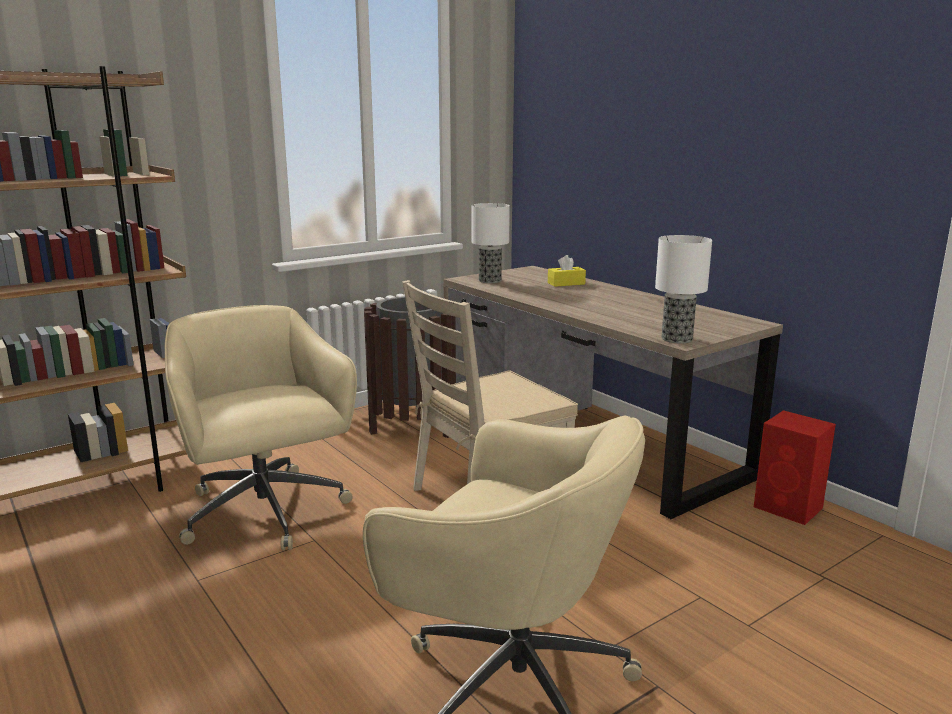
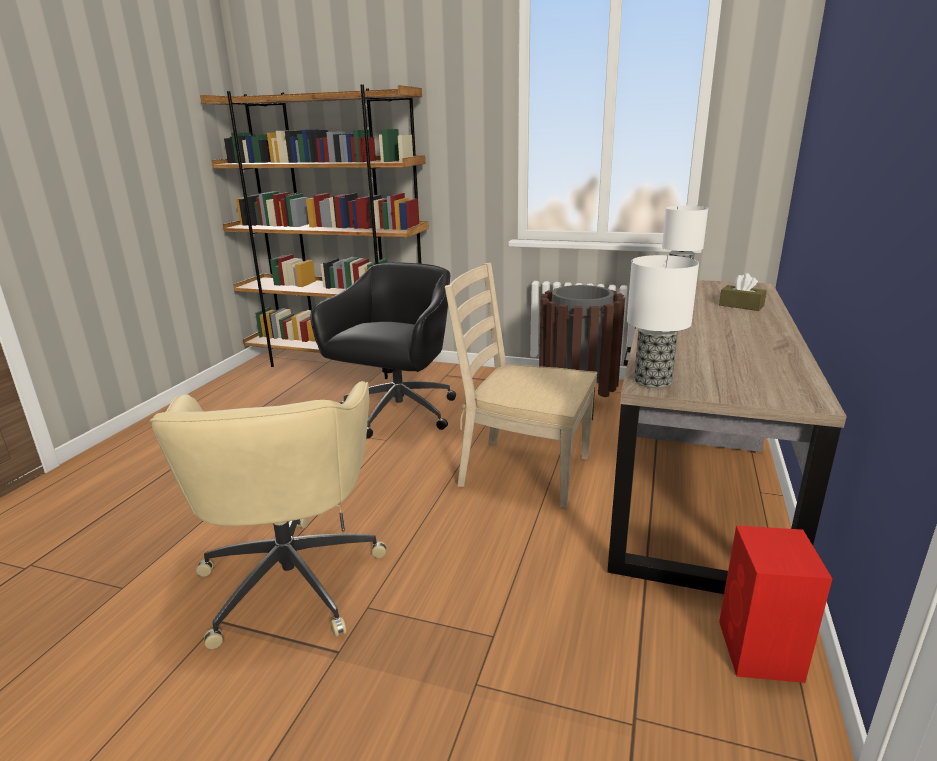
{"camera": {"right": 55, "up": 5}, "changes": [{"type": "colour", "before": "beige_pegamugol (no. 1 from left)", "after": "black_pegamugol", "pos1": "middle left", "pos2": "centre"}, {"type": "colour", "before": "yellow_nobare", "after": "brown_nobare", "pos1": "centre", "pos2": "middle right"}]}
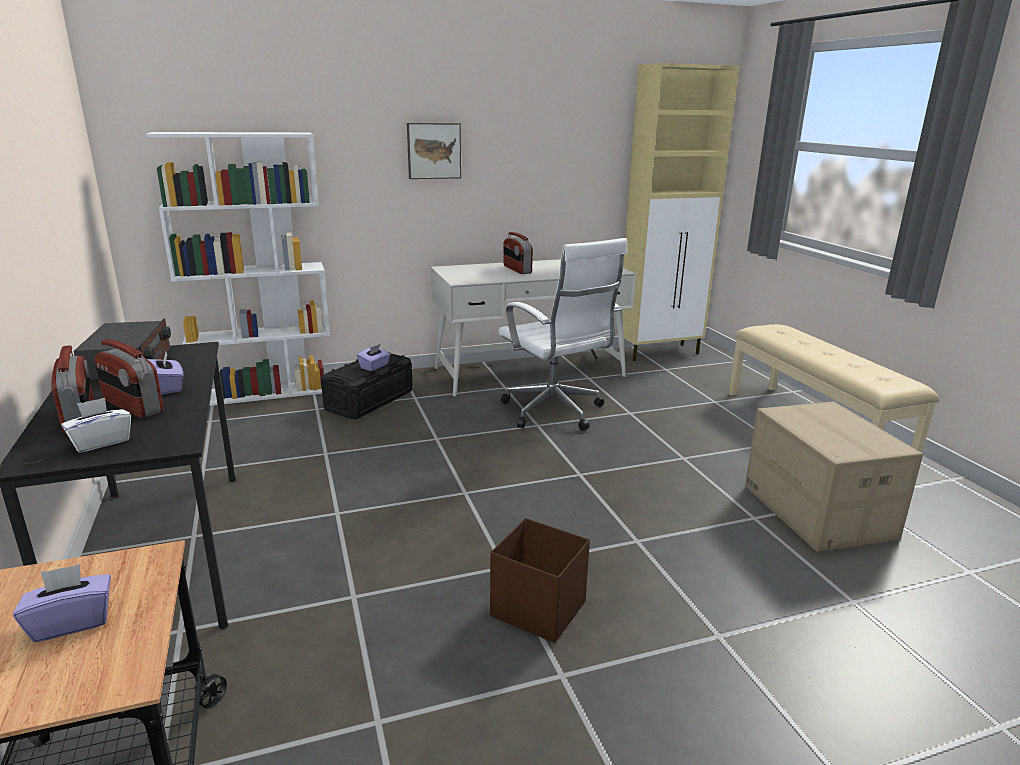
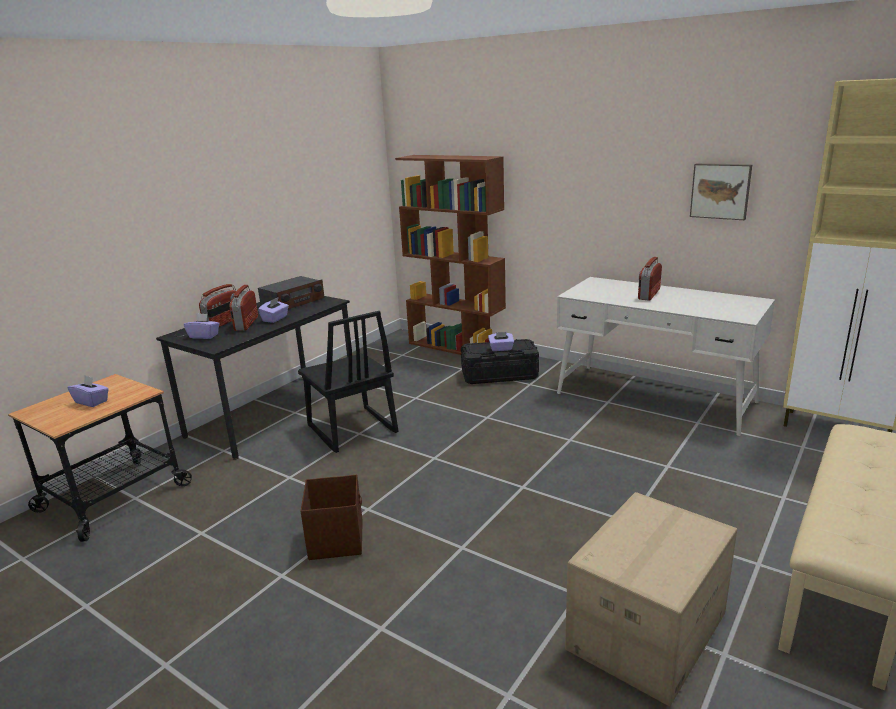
{"camera": {"right": 55, "up": 0}, "changes": [{"type": "colour", "before": "white_nobare", "after": "purple_nobare (no. 2 from left)", "pos1": "middle left", "pos2": "middle left"}, {"type": "colour", "before": "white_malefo", "after": "brown_malefo", "pos1": "middle left", "pos2": "centre"}, {"type": "relocated", "before": "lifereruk", "pos1": "top centre", "pos2": "top right"}, {"type": "missing", "before": "white_pegamugol", "pos1": "centre"}, {"type": "appeared", "after": "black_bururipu", "pos2": "centre"}]}
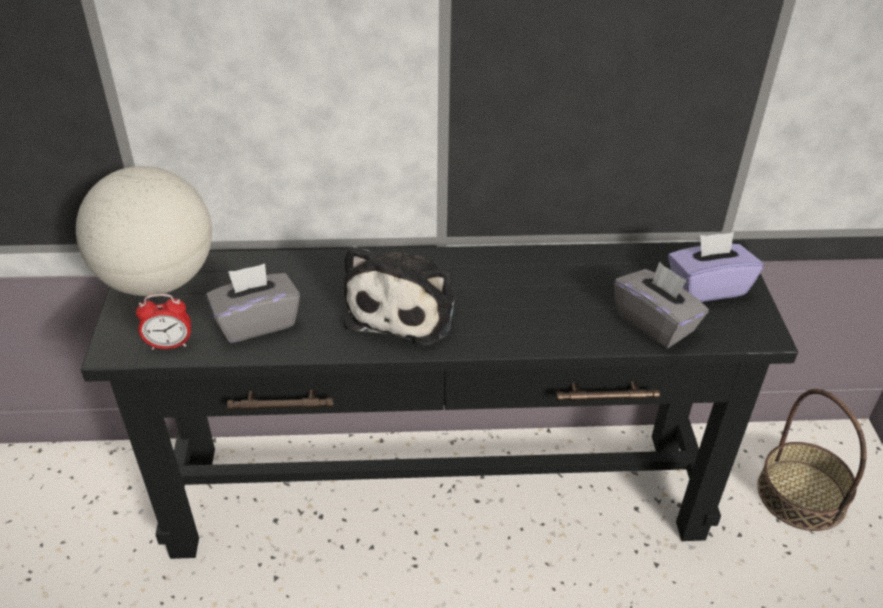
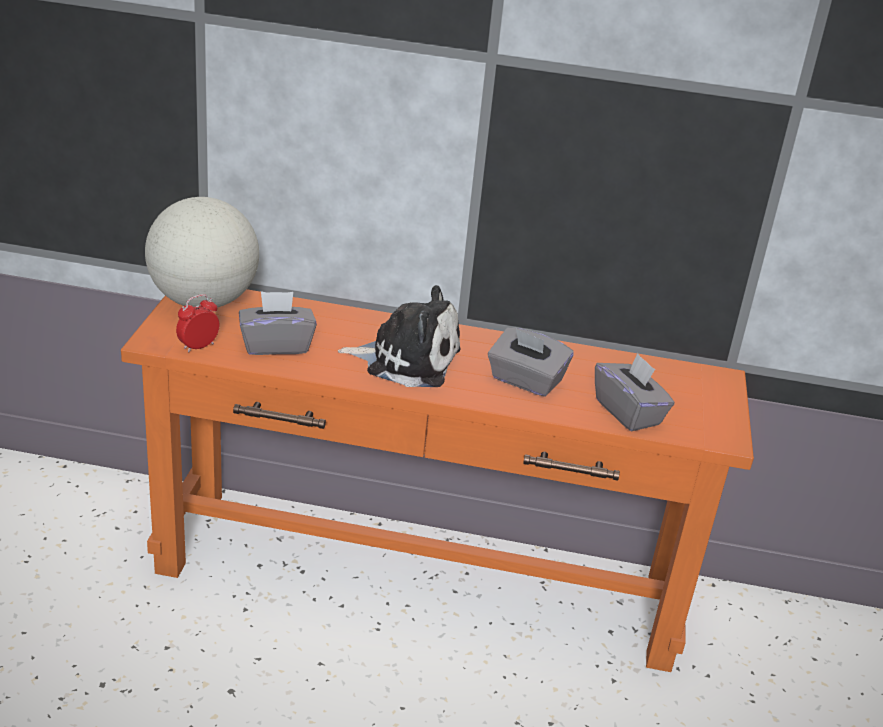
{"camera": {"right": 10, "up": -10}, "changes": [{"type": "colour", "before": "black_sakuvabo", "after": "orange_sakuvabo", "pos1": "centre", "pos2": "centre"}, {"type": "spun", "before": "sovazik", "pos1": "middle left", "pos2": "middle left", "turn": 135}, {"type": "spun", "before": "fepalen", "pos1": "centre", "pos2": "centre", "turn": -105}, {"type": "missing", "before": "purple_nobare", "pos1": "middle right"}, {"type": "missing", "before": "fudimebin", "pos1": "bottom right"}, {"type": "appeared", "after": "grey_nobare (no. 2 from left)", "pos2": "centre"}]}
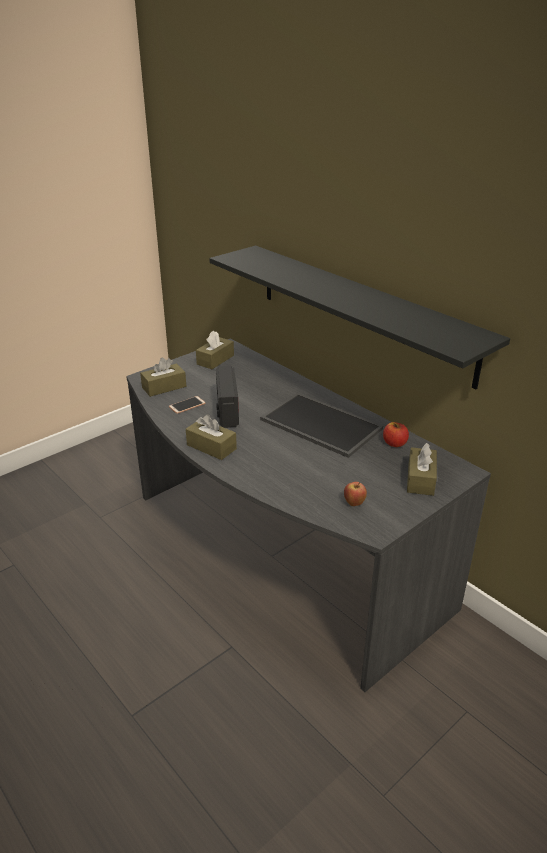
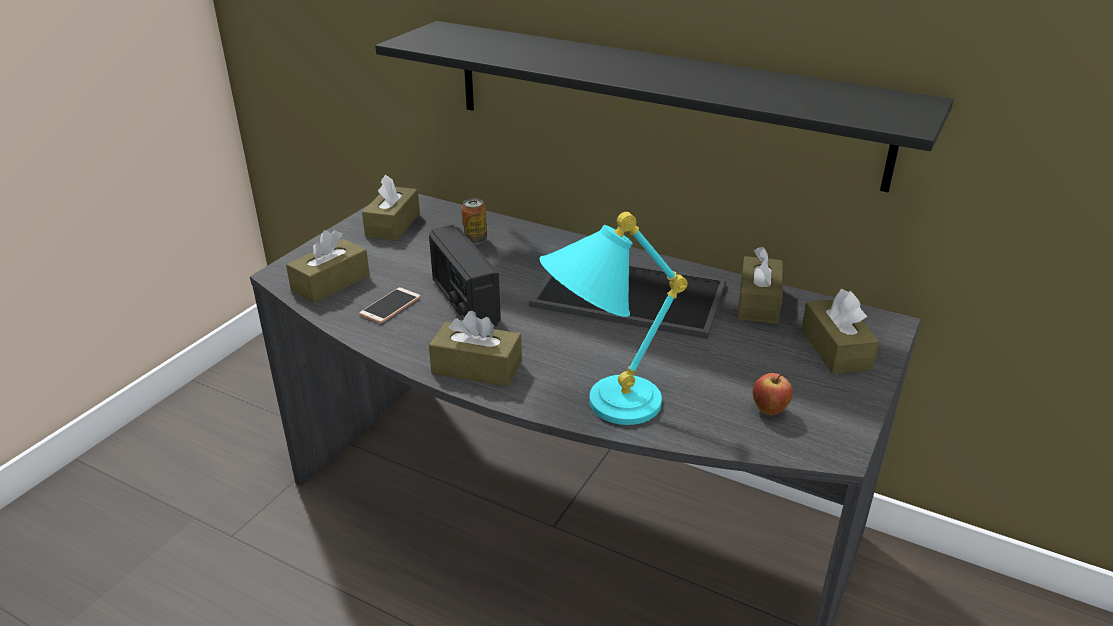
{"camera": {"right": -20, "up": 0}, "changes": [{"type": "exchanged", "before": "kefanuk (no. 2 from left)", "after": "brown_nobare (no. 4 from left)", "pos1": "middle right", "pos2": "middle right"}, {"type": "appeared", "after": "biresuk", "pos2": "centre"}, {"type": "appeared", "after": "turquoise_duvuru", "pos2": "centre"}]}
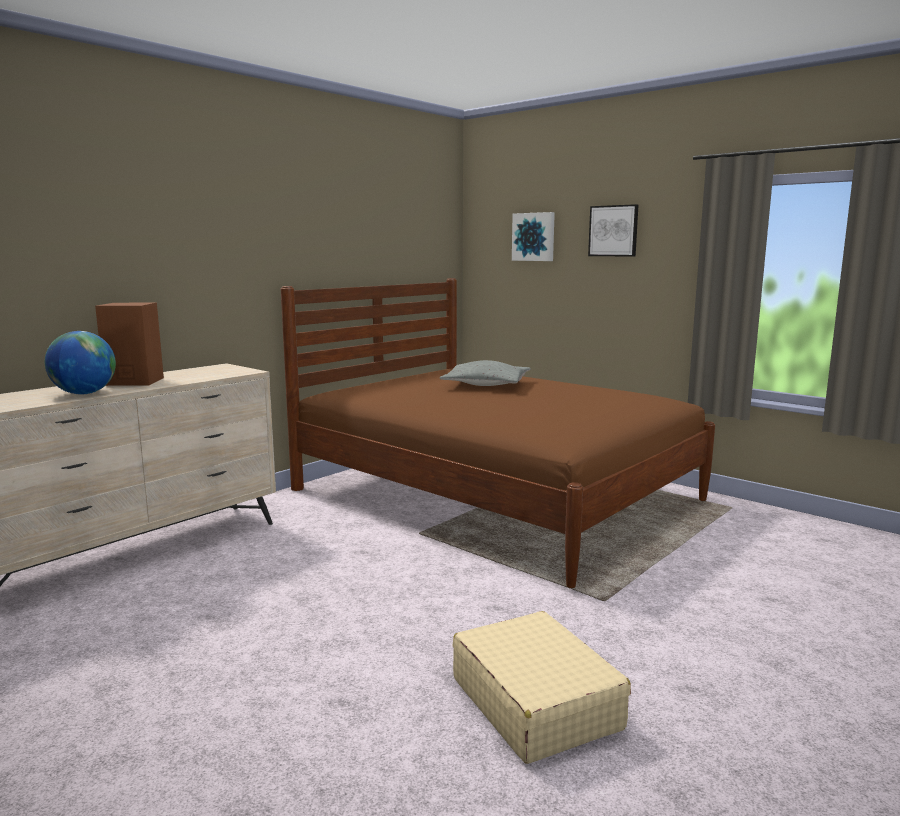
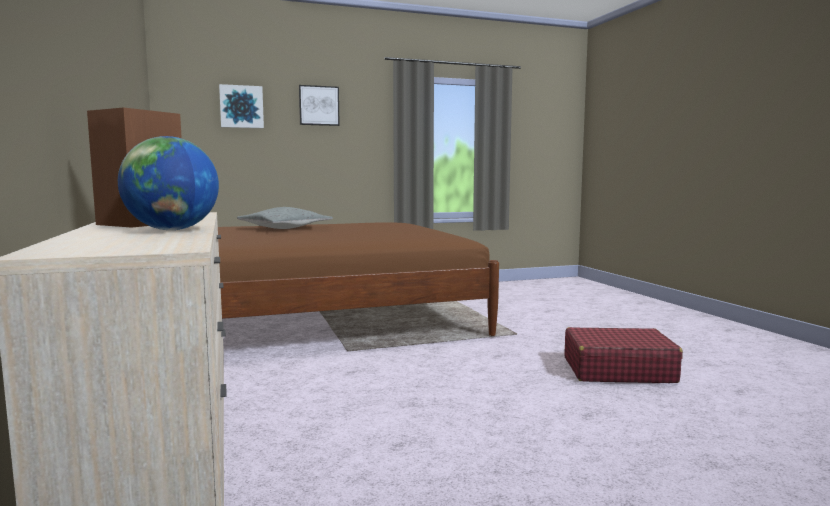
{"camera": {"right": -60, "up": -5}, "changes": [{"type": "colour", "before": "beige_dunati", "after": "red_dunati", "pos1": "bottom centre", "pos2": "bottom right"}]}
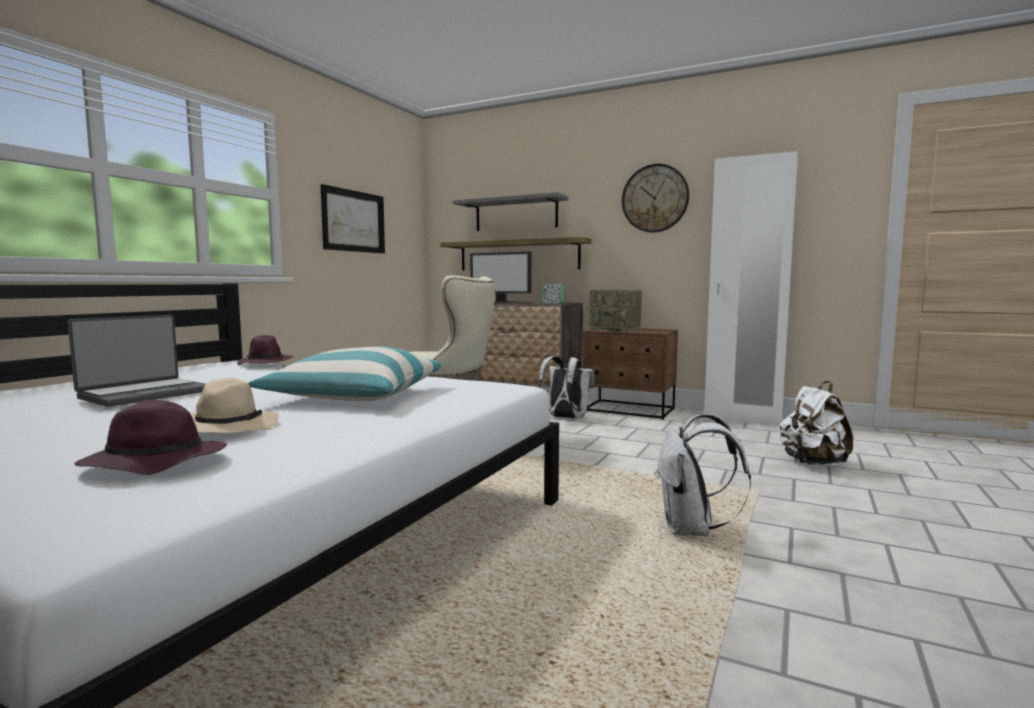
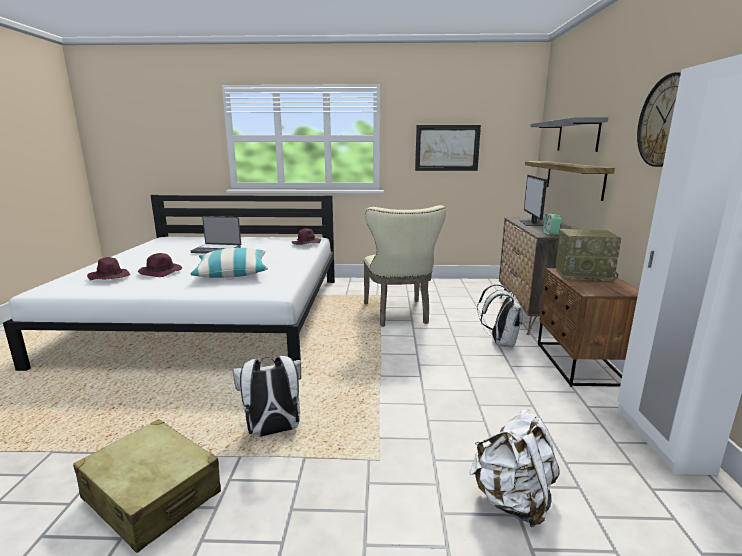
{"camera": {"right": 65, "up": 10}, "changes": [{"type": "colour", "before": "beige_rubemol", "after": "purple_rubemol (no. 2 from left)", "pos1": "middle left", "pos2": "middle left"}, {"type": "spun", "before": "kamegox", "pos1": "centre", "pos2": "middle right", "turn": -90}, {"type": "appeared", "after": "beige_dunati", "pos2": "bottom left"}]}
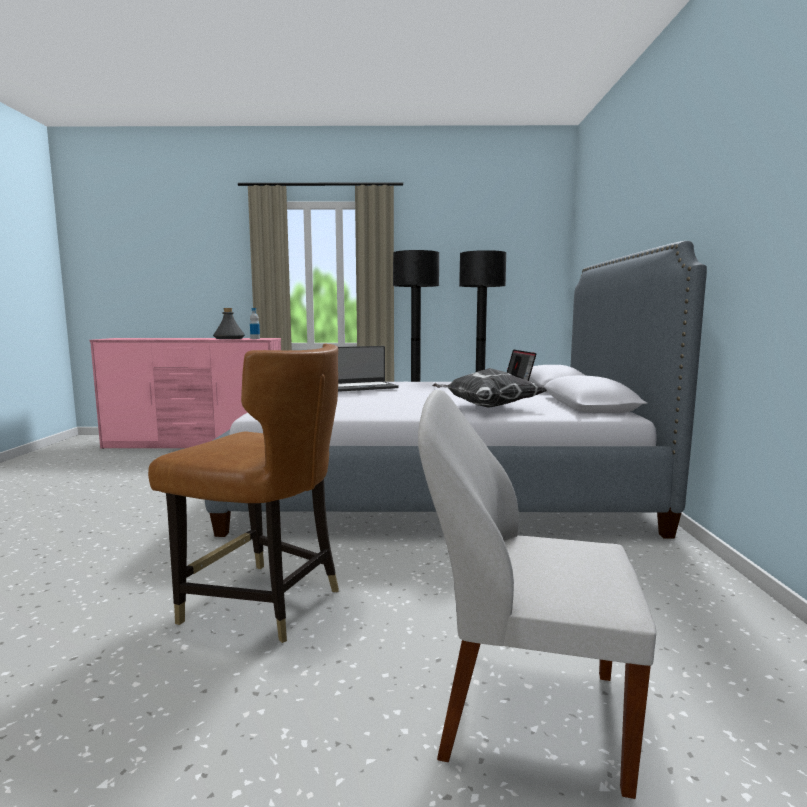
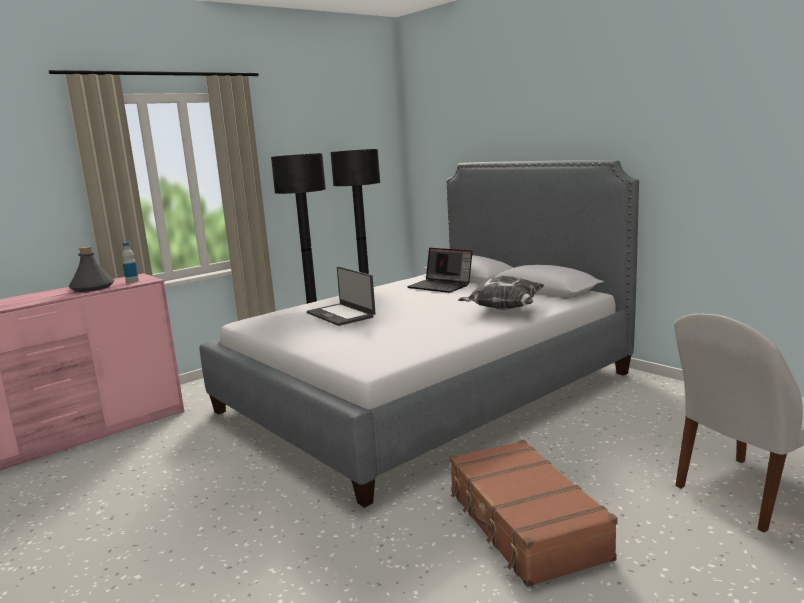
{"camera": {"right": -40, "up": 5}, "changes": [{"type": "exchanged", "before": "brown_bururipu", "after": "brown_dunati", "pos1": "middle left", "pos2": "bottom centre"}, {"type": "spun", "before": "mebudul (no. 1 from left)", "pos1": "centre", "pos2": "centre", "turn": 120}]}
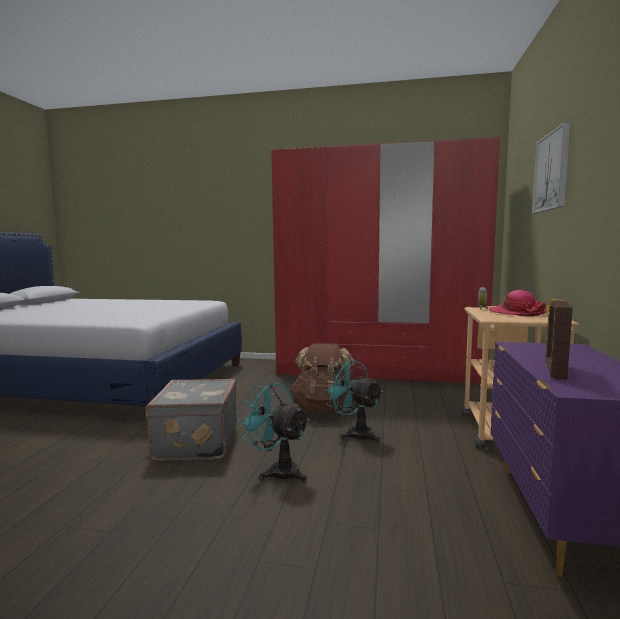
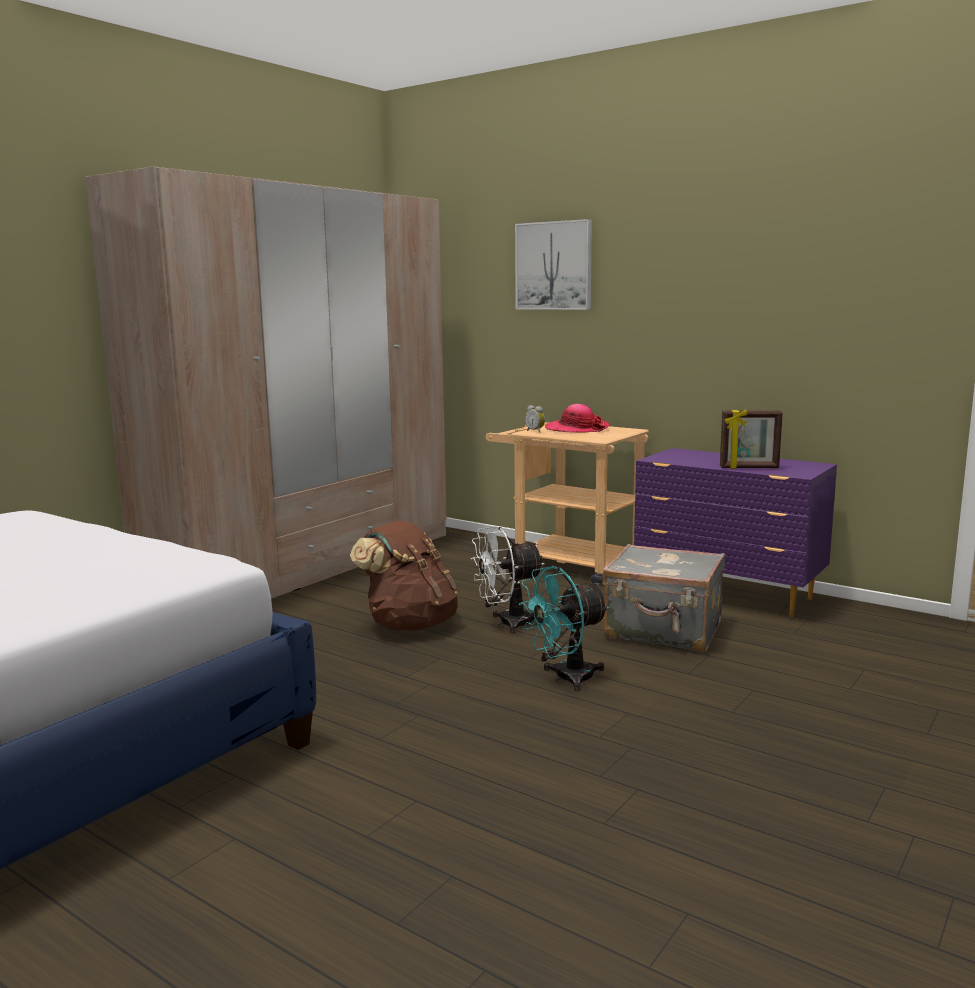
{"camera": {"right": -65, "up": 5}, "changes": [{"type": "relocated", "before": "grey_dunati", "pos1": "bottom left", "pos2": "middle right"}, {"type": "colour", "before": "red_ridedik", "after": "beige_ridedik", "pos1": "centre", "pos2": "middle left"}, {"type": "colour", "before": "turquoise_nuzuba (no. 2 from left)", "after": "white_nuzuba", "pos1": "centre", "pos2": "centre"}, {"type": "spun", "before": "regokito", "pos1": "middle right", "pos2": "middle right", "turn": -45}]}
